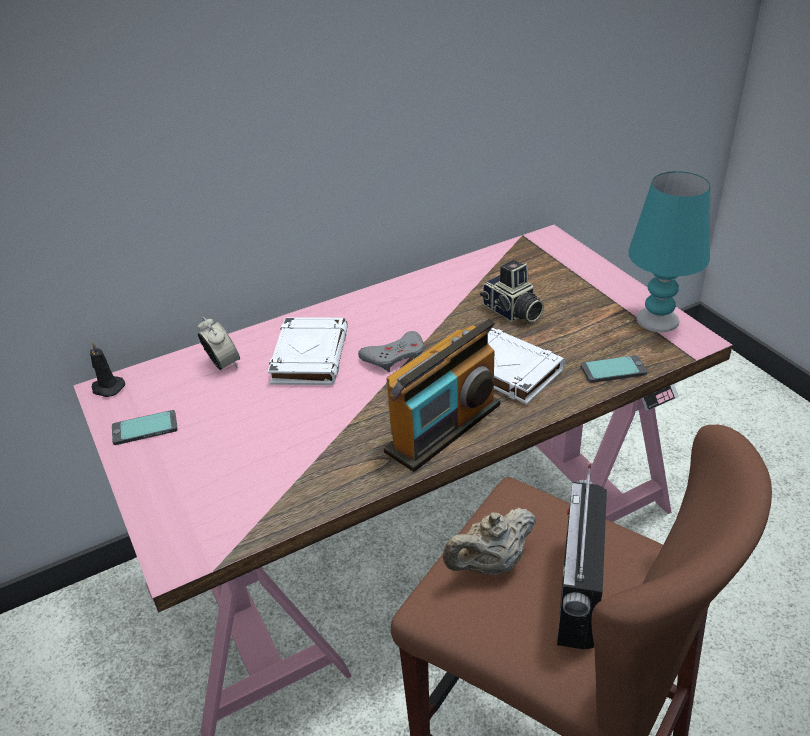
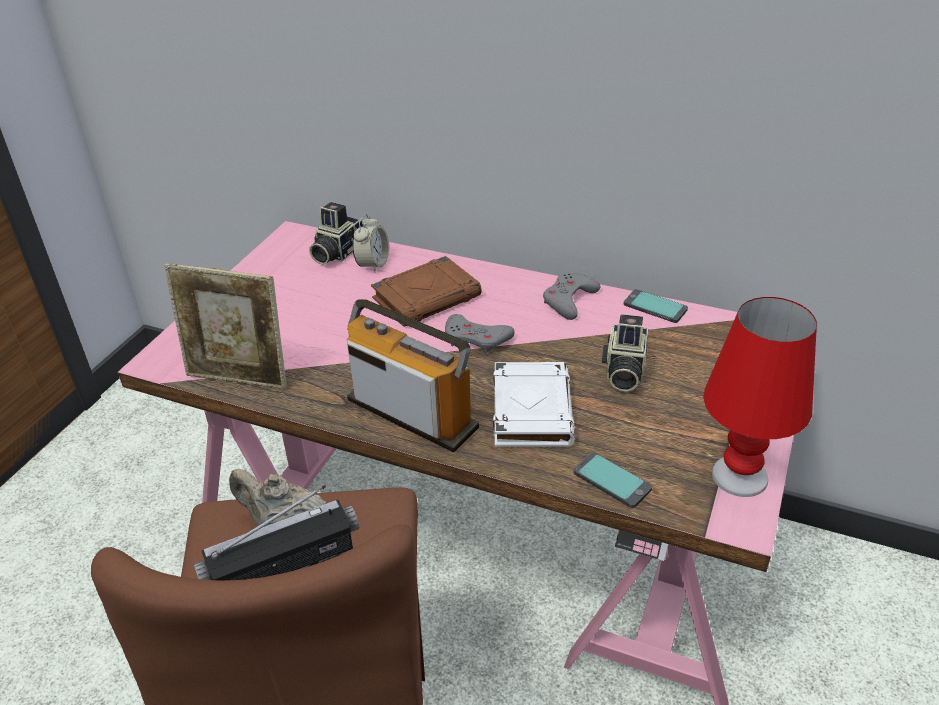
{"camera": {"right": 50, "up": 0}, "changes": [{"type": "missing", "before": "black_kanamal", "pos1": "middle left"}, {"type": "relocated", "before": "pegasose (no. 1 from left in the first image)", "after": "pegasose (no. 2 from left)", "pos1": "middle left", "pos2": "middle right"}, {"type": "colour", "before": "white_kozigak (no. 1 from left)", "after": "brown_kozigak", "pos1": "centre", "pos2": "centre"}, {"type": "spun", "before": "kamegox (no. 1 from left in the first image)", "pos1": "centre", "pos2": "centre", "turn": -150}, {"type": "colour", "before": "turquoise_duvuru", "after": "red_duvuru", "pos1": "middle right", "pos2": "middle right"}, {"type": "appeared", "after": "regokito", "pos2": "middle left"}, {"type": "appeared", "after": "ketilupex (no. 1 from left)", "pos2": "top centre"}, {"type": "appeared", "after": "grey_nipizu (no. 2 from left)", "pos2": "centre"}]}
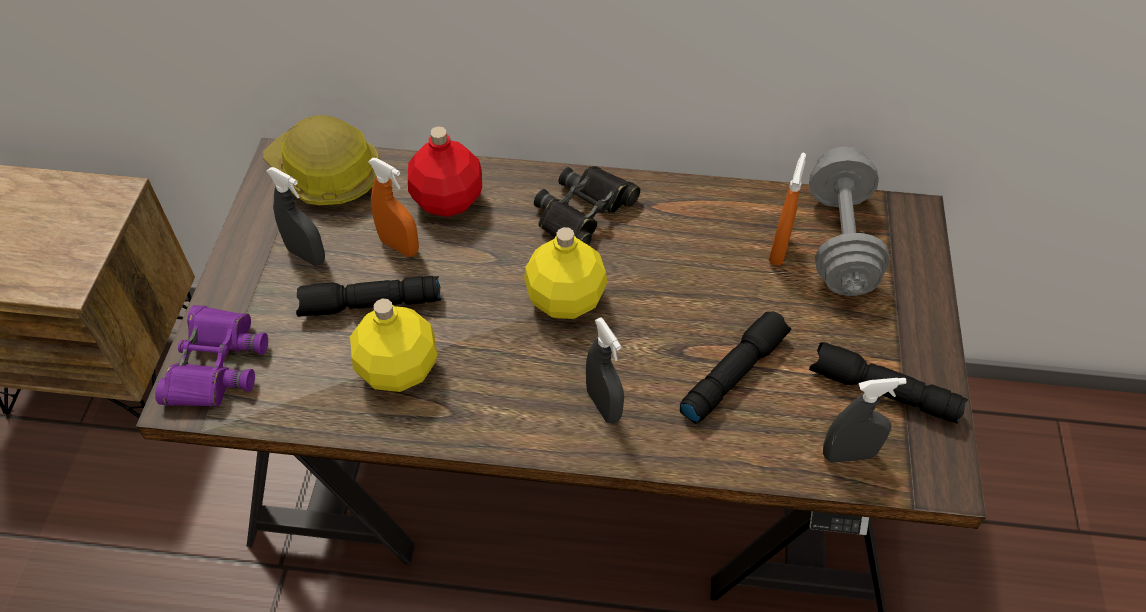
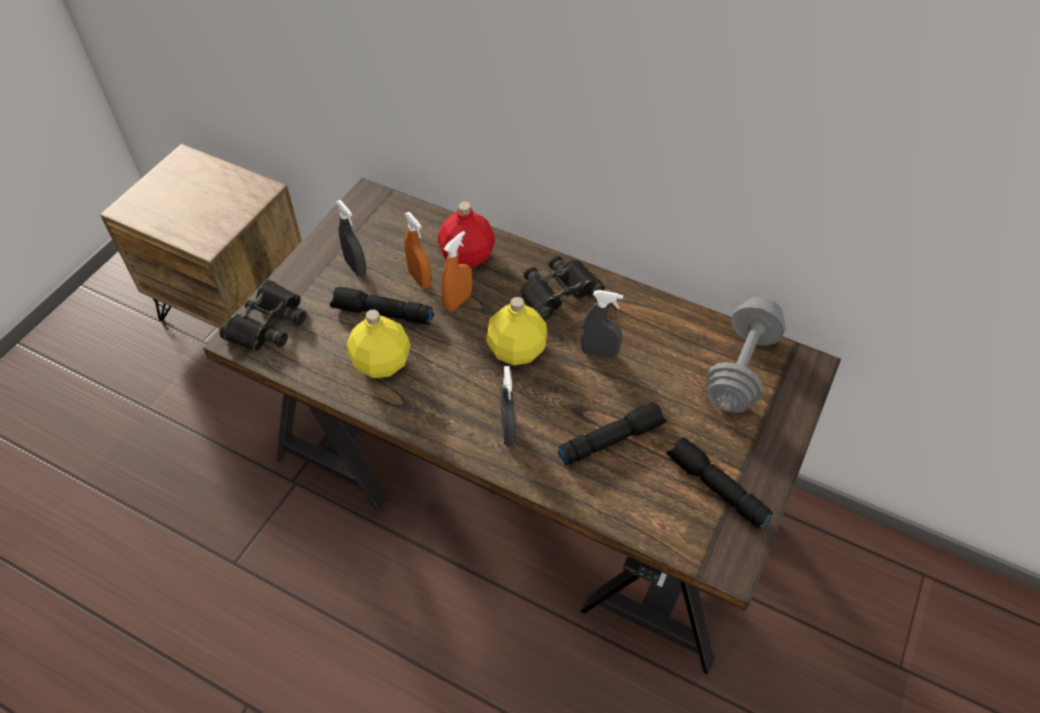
{"camera": {"right": 20, "up": 0}, "changes": [{"type": "colour", "before": "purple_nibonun", "after": "black_nibonun (no. 1 from left)", "pos1": "middle left", "pos2": "middle left"}, {"type": "missing", "before": "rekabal", "pos1": "top left"}, {"type": "relocated", "before": "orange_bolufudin (no. 2 from left)", "pos1": "middle right", "pos2": "centre"}, {"type": "relocated", "before": "grey_bolufudin (no. 3 from left)", "pos1": "bottom right", "pos2": "centre"}]}
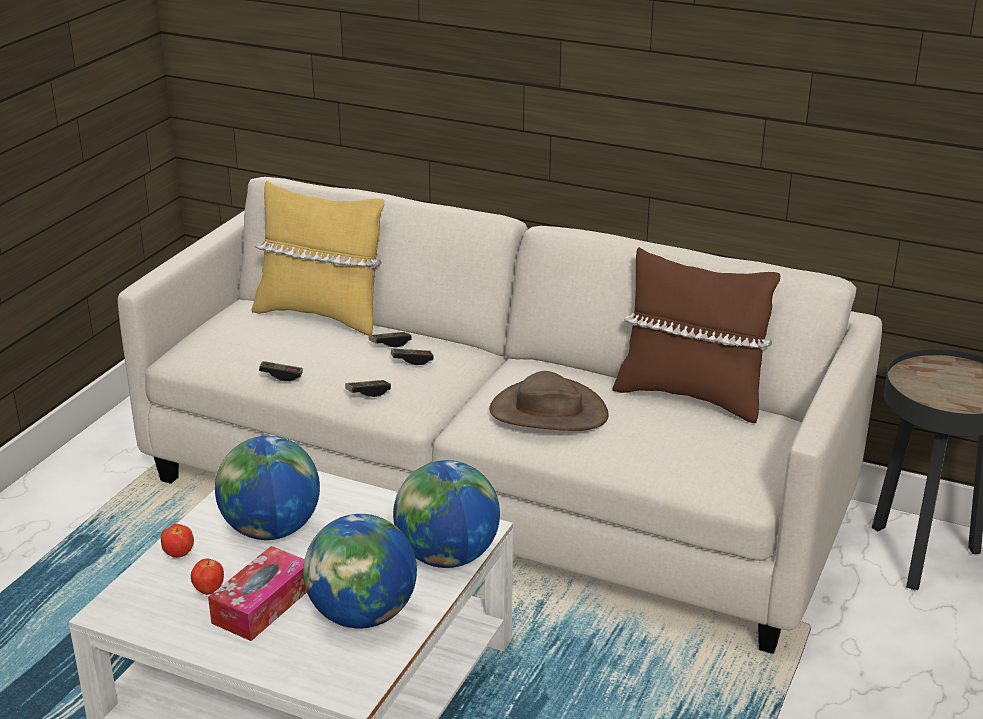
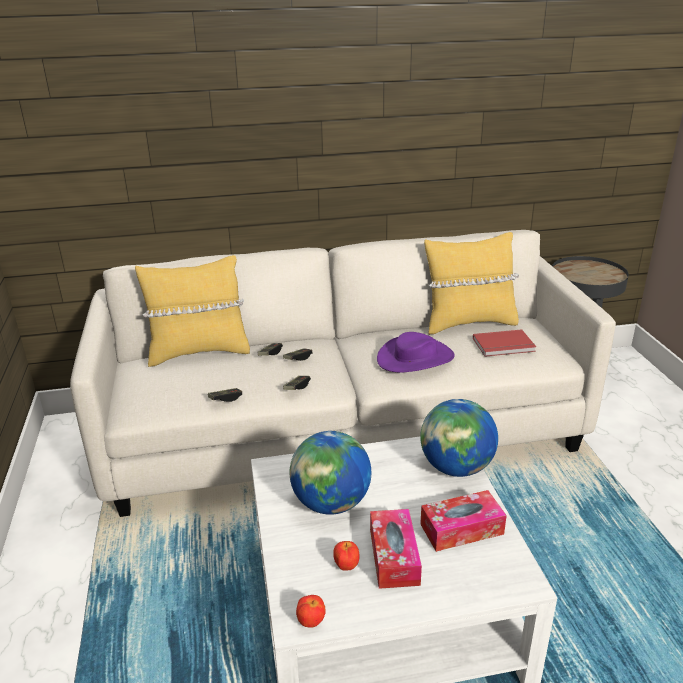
{"camera": {"right": -35, "up": 0}, "changes": [{"type": "relocated", "before": "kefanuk (no. 1 from left)", "pos1": "bottom left", "pos2": "bottom centre"}, {"type": "exchanged", "before": "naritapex (no. 2 from left)", "after": "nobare (no. 2 from left)", "pos1": "bottom centre", "pos2": "bottom right"}, {"type": "colour", "before": "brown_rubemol", "after": "purple_rubemol", "pos1": "centre", "pos2": "centre"}, {"type": "colour", "before": "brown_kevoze", "after": "yellow_kevoze (no. 2 from left)", "pos1": "middle right", "pos2": "middle right"}, {"type": "appeared", "after": "red_kozigak", "pos2": "middle right"}]}
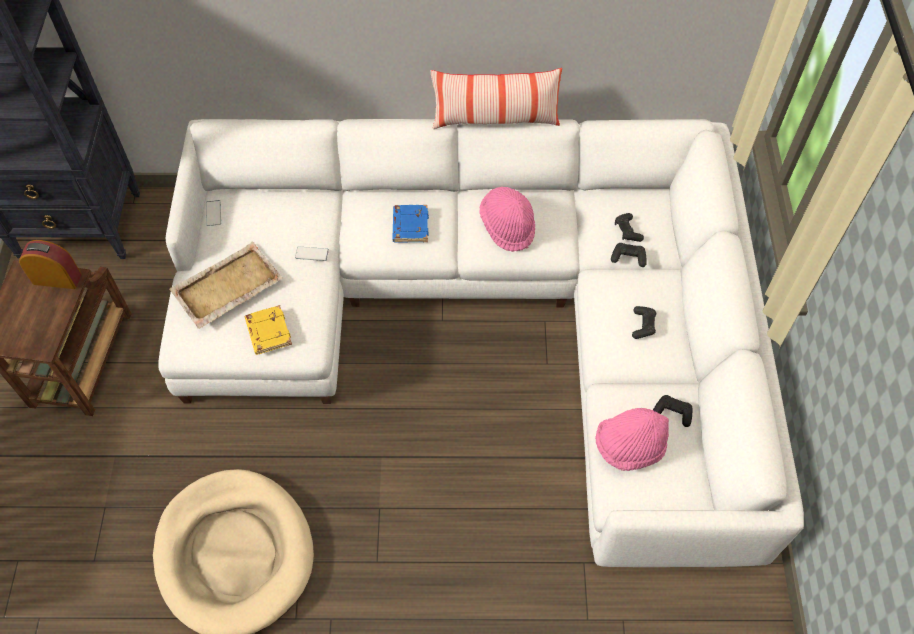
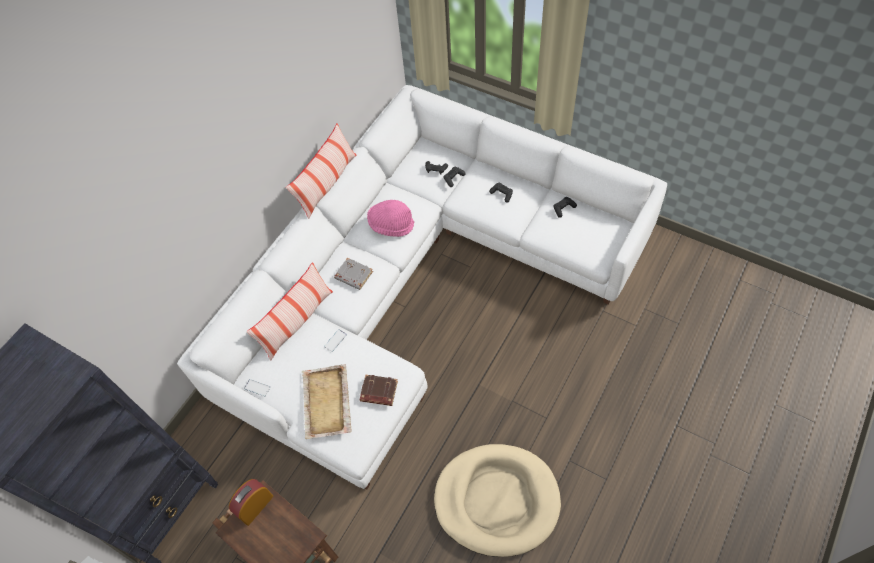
{"camera": {"right": -55, "up": 0}, "changes": [{"type": "colour", "before": "yellow_kozigak", "after": "brown_kozigak", "pos1": "middle left", "pos2": "bottom centre"}, {"type": "colour", "before": "blue_kozigak", "after": "grey_kozigak", "pos1": "centre", "pos2": "centre"}, {"type": "missing", "before": "pink_rubemol (no. 2 from left)", "pos1": "bottom right"}, {"type": "appeared", "after": "kevoze (no. 1 from left)", "pos2": "middle left"}]}
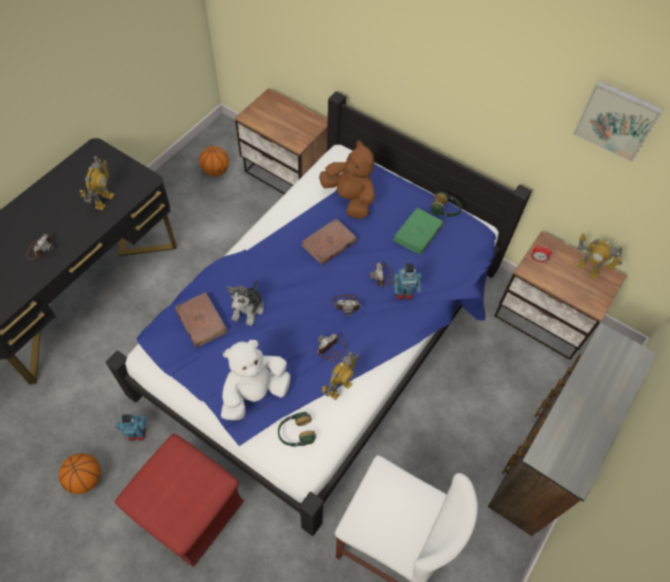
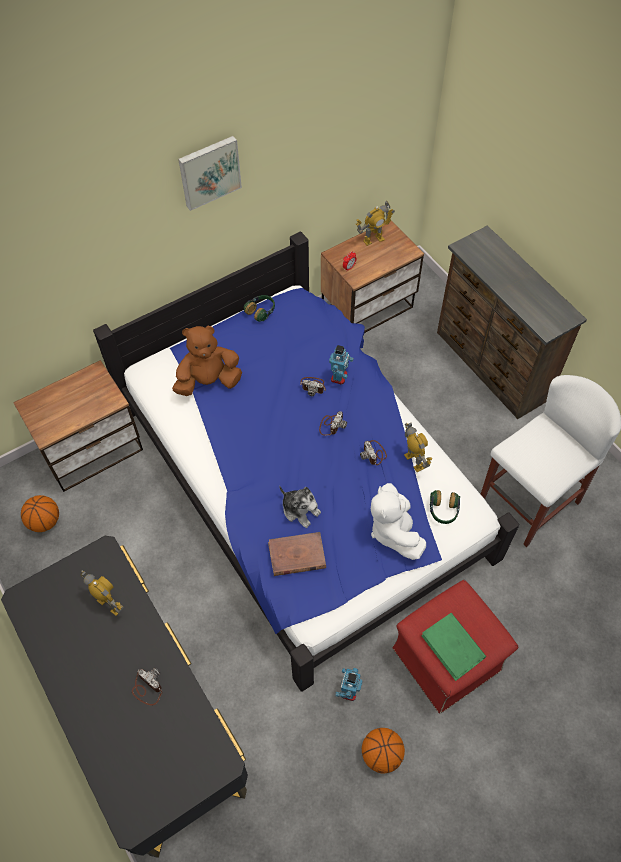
{"camera": {"right": -65, "up": 0}, "changes": [{"type": "missing", "before": "brown_kozigak (no. 2 from left)", "pos1": "centre"}, {"type": "relocated", "before": "green_kozigak", "pos1": "centre", "pos2": "bottom right"}, {"type": "relocated", "before": "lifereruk", "pos1": "top right", "pos2": "top centre"}]}
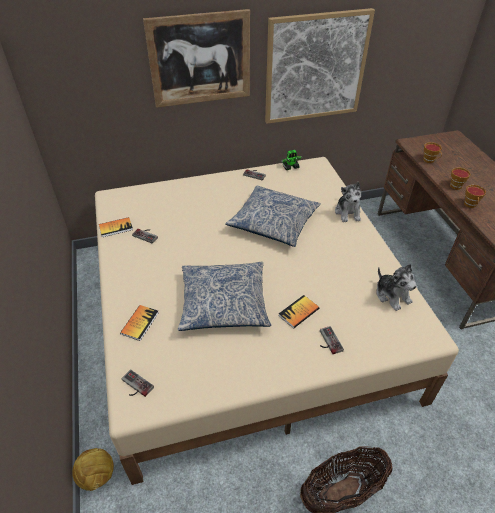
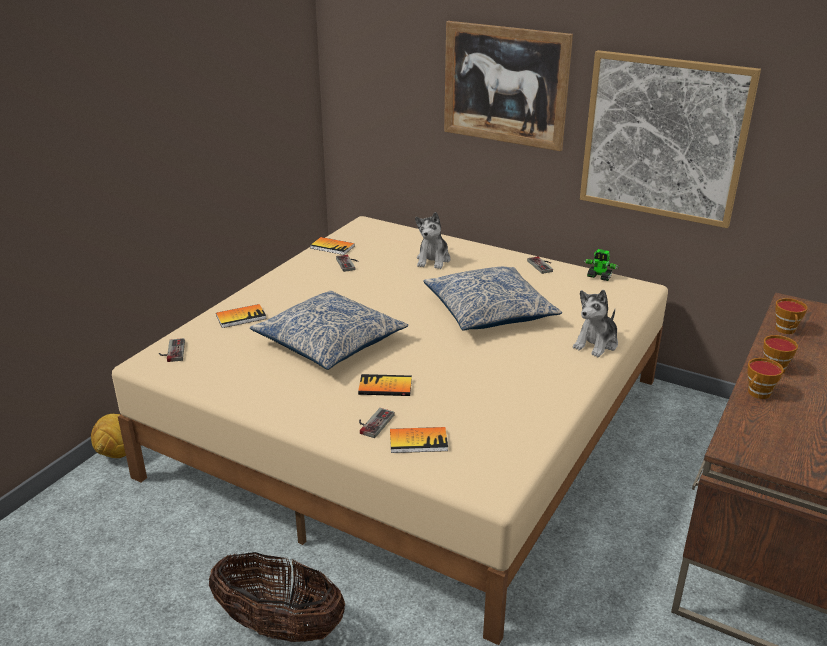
{"camera": {"right": 45, "up": -15}, "changes": [{"type": "relocated", "before": "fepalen (no. 2 from left in the first image)", "after": "fepalen (no. 1 from left)", "pos1": "middle right", "pos2": "centre"}, {"type": "appeared", "after": "kozigak (no. 4 from left)", "pos2": "bottom centre"}]}
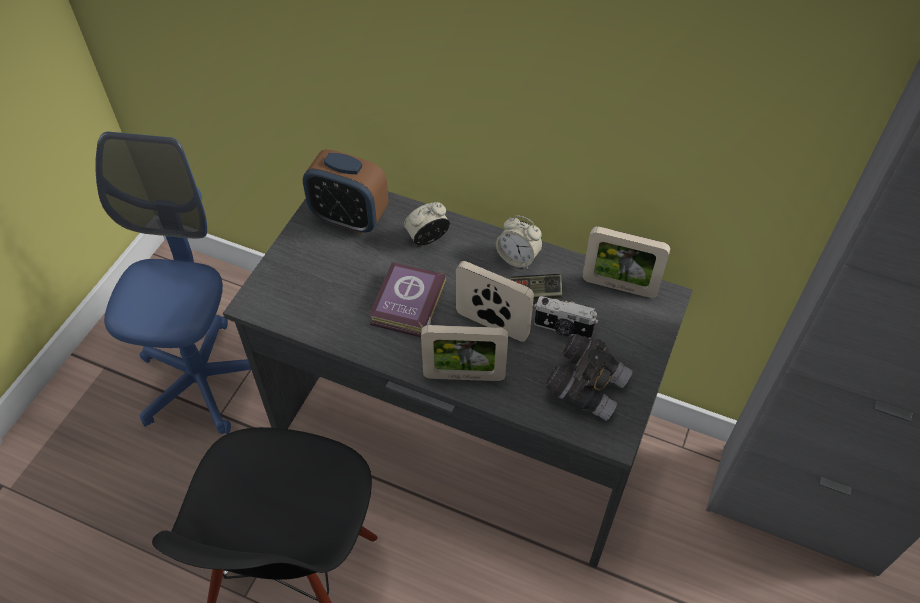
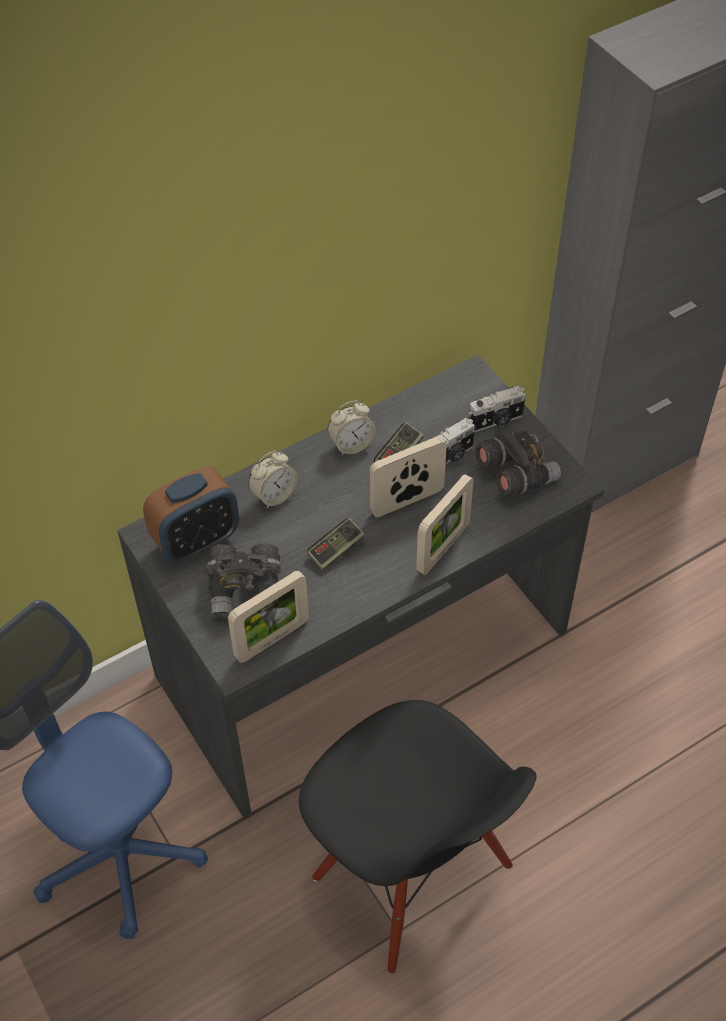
{"camera": {"right": -55, "up": 0}, "changes": [{"type": "exchanged", "before": "kozigak", "after": "nipizu (no. 1 from left)", "pos1": "centre", "pos2": "centre"}, {"type": "spun", "before": "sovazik (no. 2 from left)", "pos1": "centre", "pos2": "centre", "turn": -135}, {"type": "relocated", "before": "regokito (no. 3 from left in the first image)", "after": "regokito (no. 1 from left)", "pos1": "middle right", "pos2": "centre"}, {"type": "appeared", "after": "grey_nibonun (no. 1 from left)", "pos2": "centre"}, {"type": "appeared", "after": "ketilupex (no. 2 from left)", "pos2": "middle right"}]}
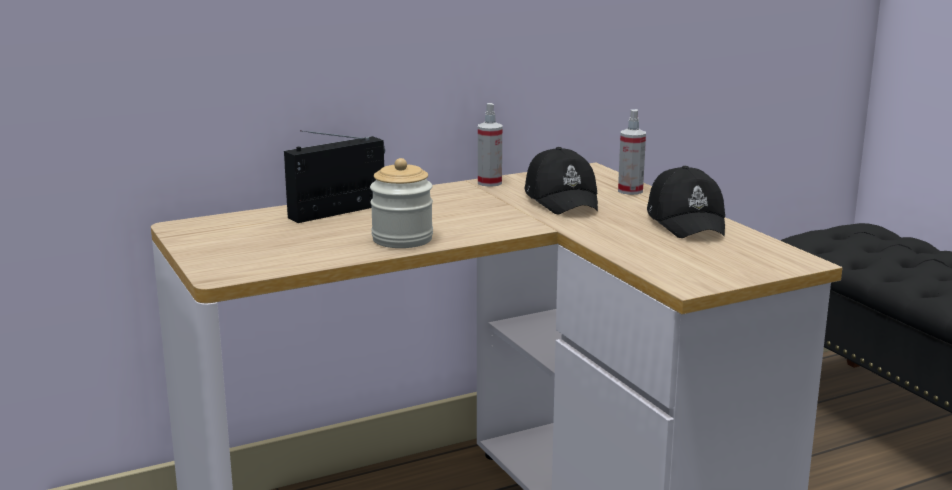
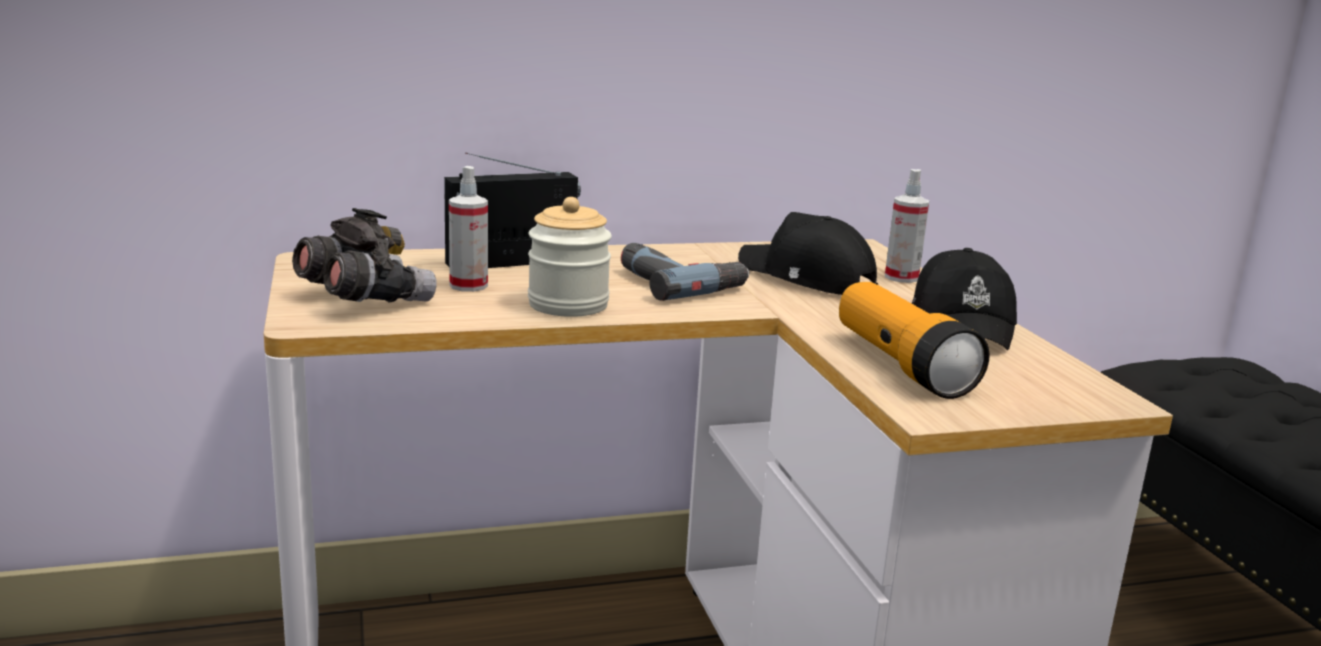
{"camera": {"right": 10, "up": 0}, "changes": [{"type": "relocated", "before": "bolufudin (no. 1 from left)", "pos1": "top centre", "pos2": "centre"}, {"type": "spun", "before": "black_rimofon (no. 1 from left)", "pos1": "centre", "pos2": "centre", "turn": 135}, {"type": "appeared", "after": "grey_nibonun", "pos2": "middle left"}, {"type": "appeared", "after": "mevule", "pos2": "centre"}, {"type": "appeared", "after": "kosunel", "pos2": "middle right"}]}
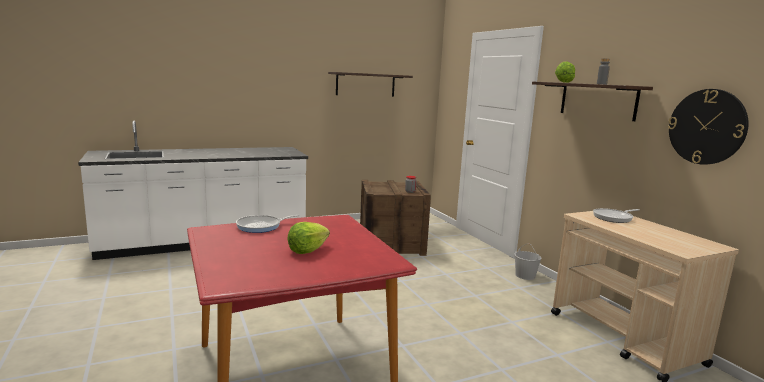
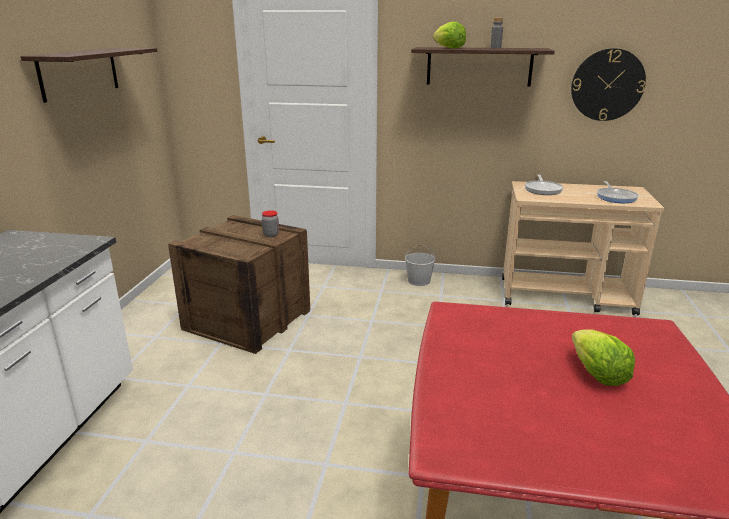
{"camera": {"right": -55, "up": 10}, "changes": [{"type": "relocated", "before": "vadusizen (no. 1 from left in the first image)", "after": "vadusizen (no. 2 from left)", "pos1": "centre", "pos2": "middle right"}]}
